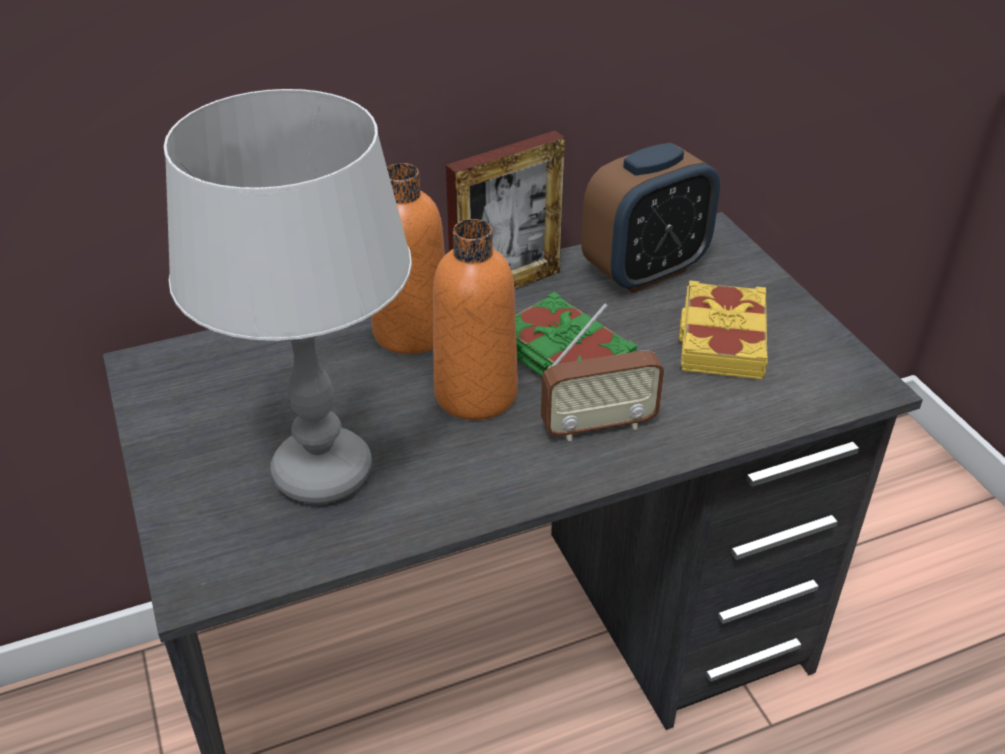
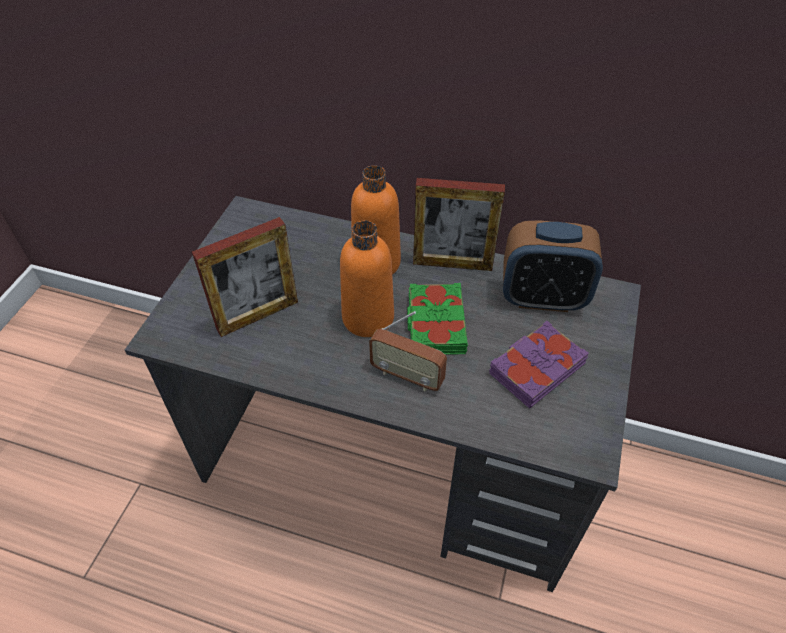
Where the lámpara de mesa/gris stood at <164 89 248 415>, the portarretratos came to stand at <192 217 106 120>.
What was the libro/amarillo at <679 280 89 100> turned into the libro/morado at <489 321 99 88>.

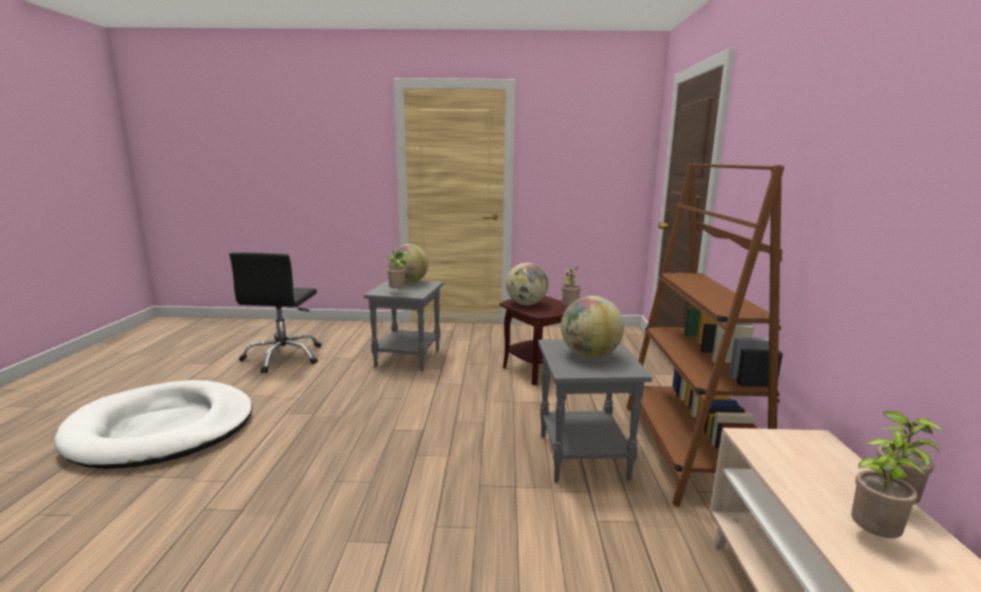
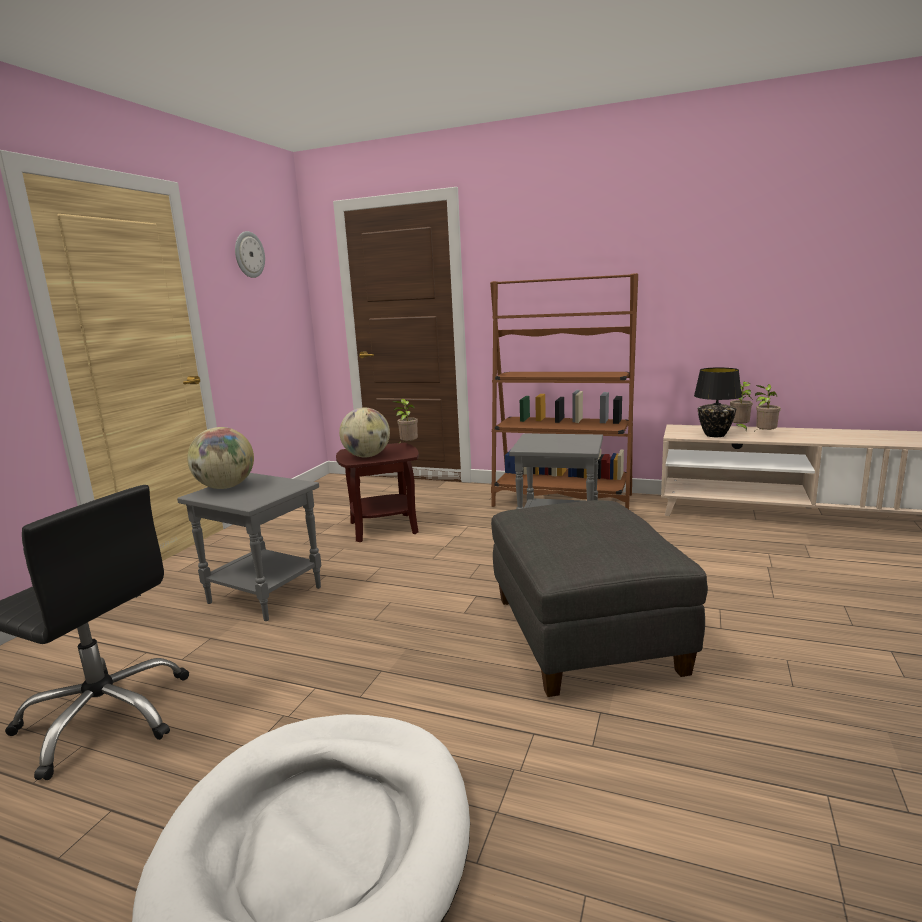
The second view lost the planta en maceta at <387 251 22 39>.
The second view lost the globo terráqueo at <561 296 63 62>.
The second view gained the reloj de pared at <235 231 30 47>.
The second view gained the puf/gris at <491 500 217 197>.
The second view gained the lámpara de mesa/negro at <694 367 48 70>.

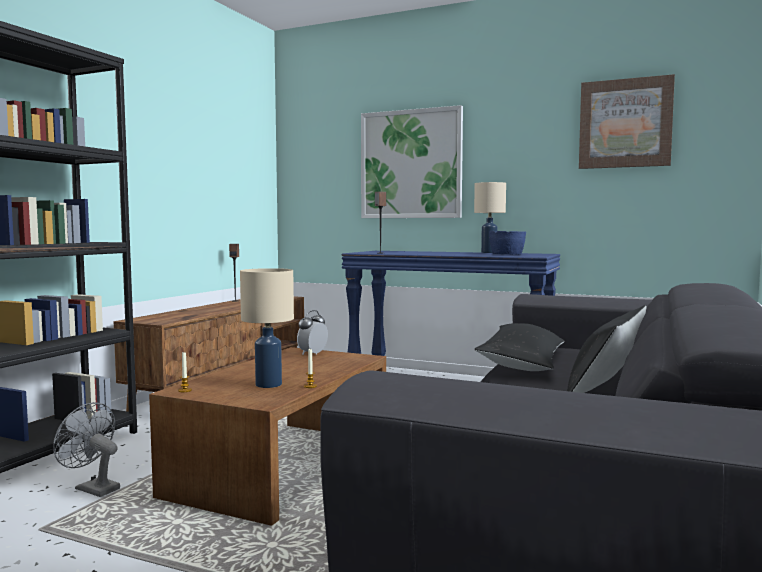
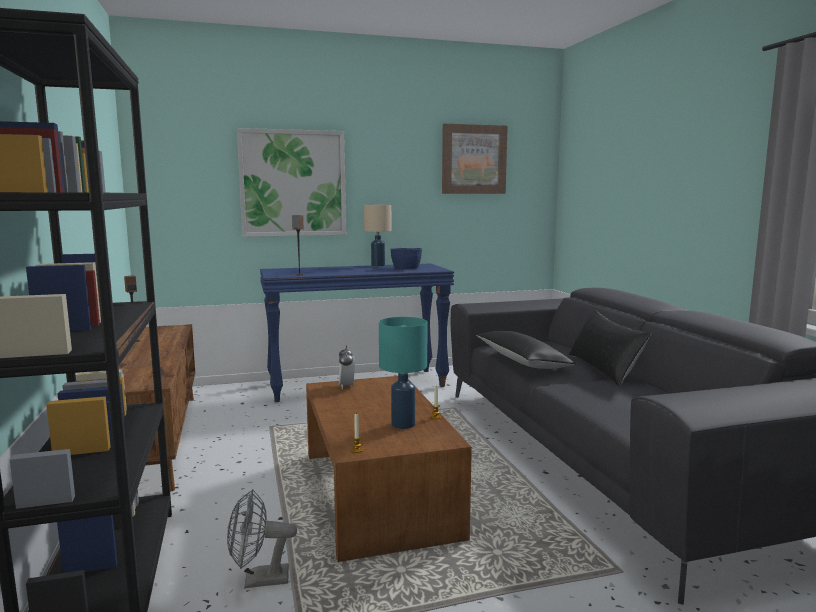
What was the lámpara de mesa/beis at <240 268 54 120> turned into the lámpara de mesa/turquesa at <379 317 48 112>.

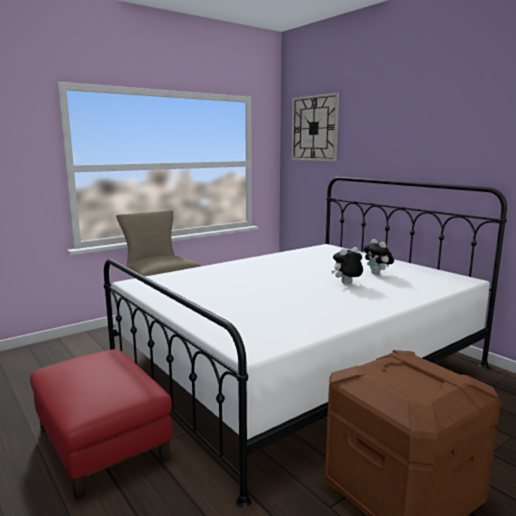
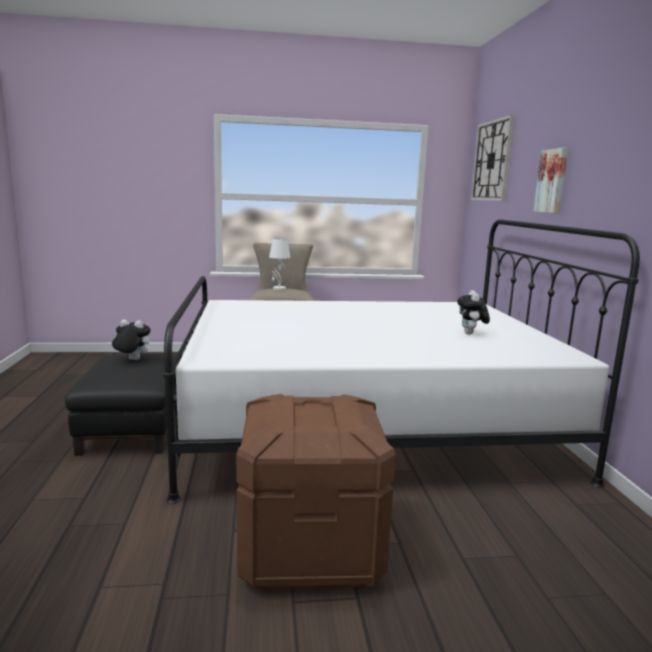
What was the puf/rojo at <30 349 142 151> turned into the puf/negro at <65 353 115 103>.
The peluche ended up elsewhere, having gone from <331 247 32 37> to <112 319 39 41>.
The second view gained the lámpara de mesa/blanco at <269 238 22 52>.
The second view gained the cuadro at <533 148 35 65>.

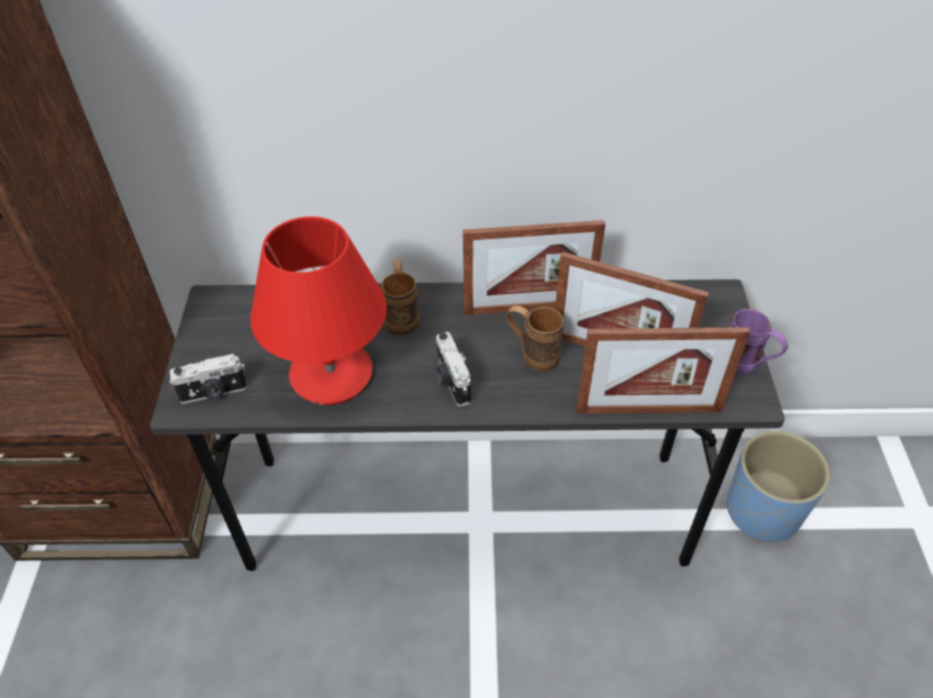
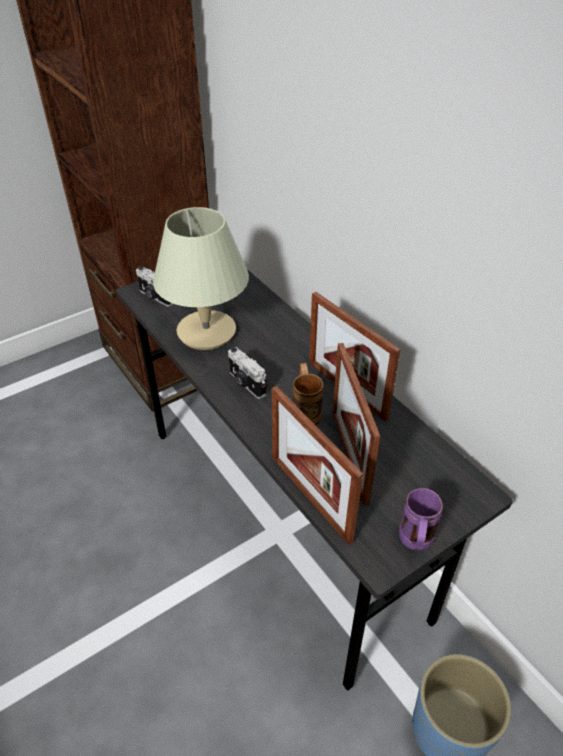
What was the lámpara de mesa/rojo at <250 216 137 189> turned into the lámpara de mesa/beis at <153 207 96 143>.
The second view lost the taza grande/marrón at <381 260 38 75>.
The cámara at <436 332 35 75> ended up facing another way, 75 degrees counterclockwise from before.

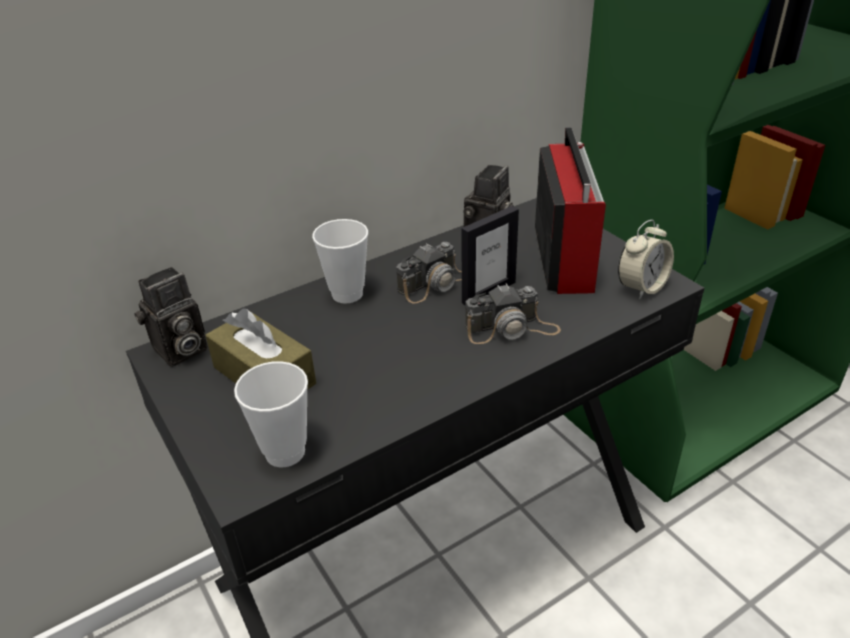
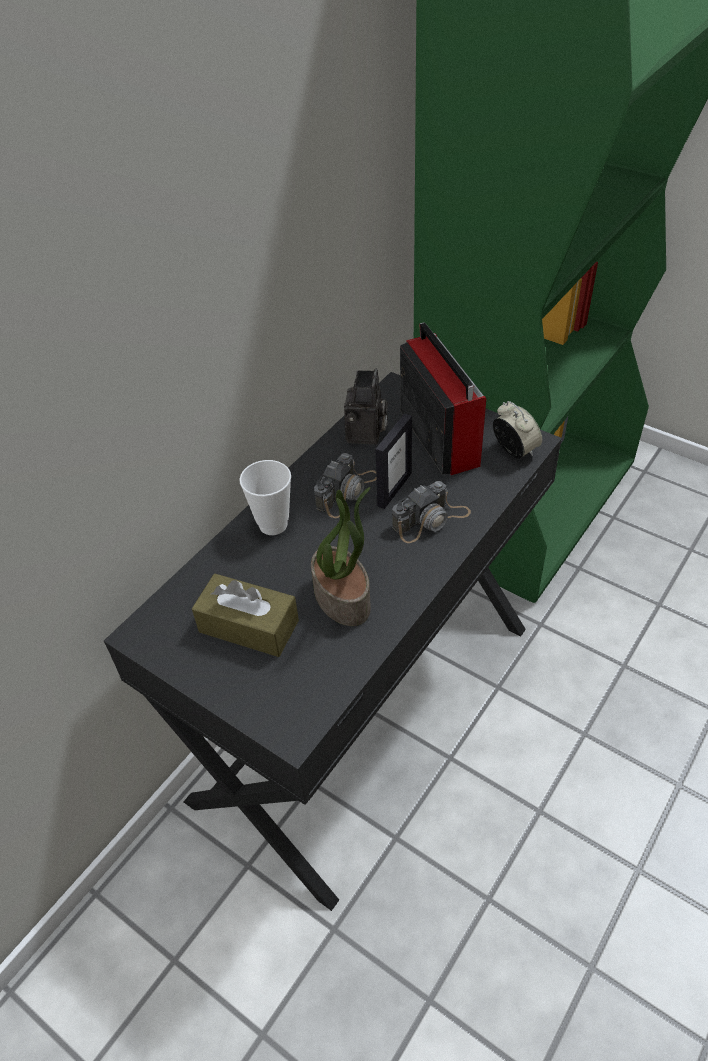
The second view lost the cámara at <134 267 74 100>.
The second view lost the taza at <234 361 74 106>.
The despertador at <618 220 56 80> ended up facing another way, 60 degrees counterclockwise from before.
The second view gained the planta en maceta at <311 487 60 139>.

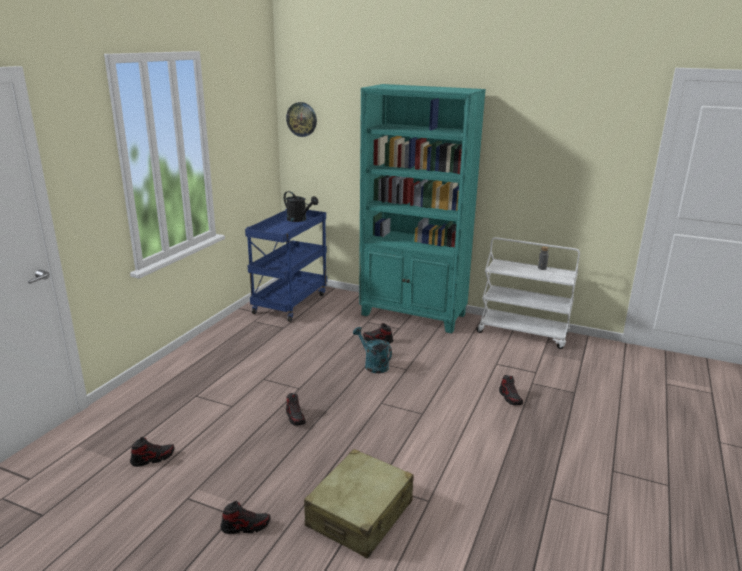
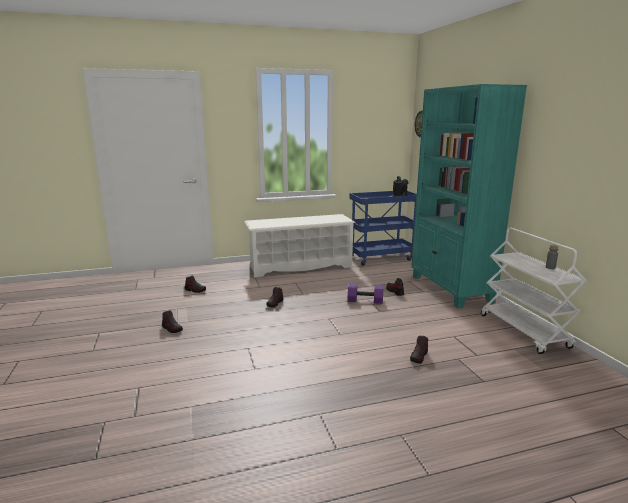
The second view lost the maleta/beis at <304 449 110 109>.
Where the regadera/turquesa stood at <353 327 39 46>, the mancuerna/morado came to stand at <348 284 35 20>.
The second view gained the zapatero/blanco at <245 214 111 64>.

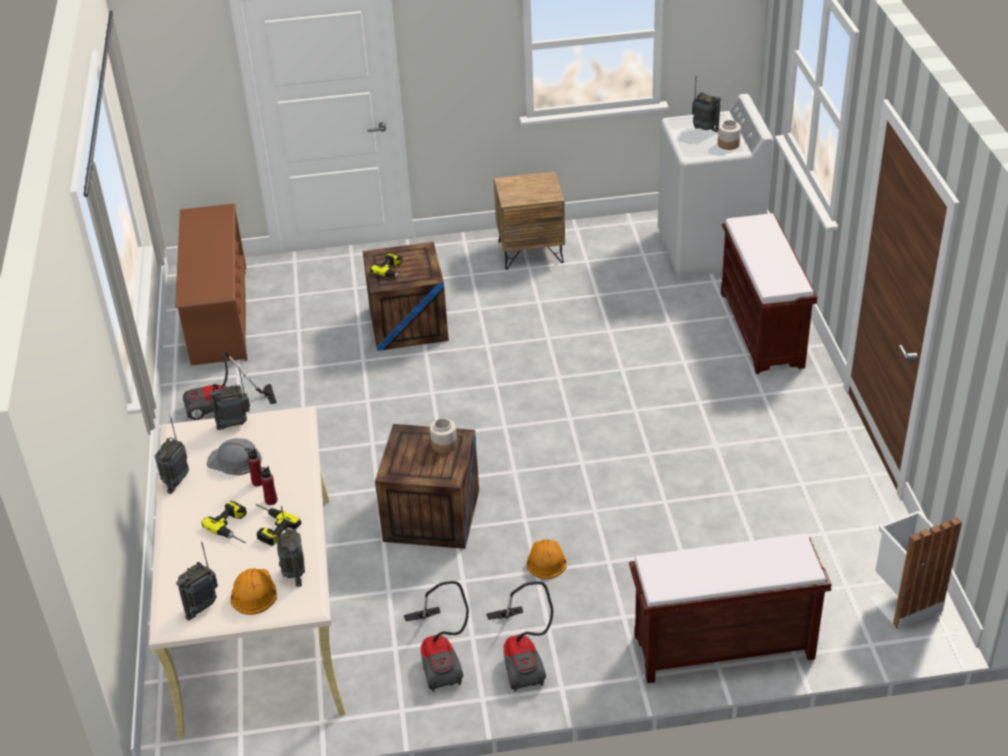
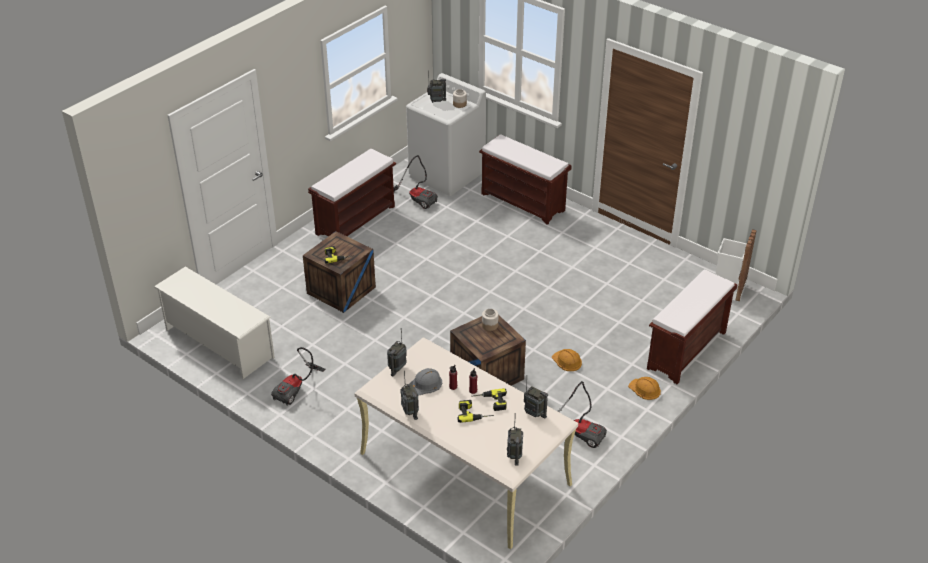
What was the zapatero/marrón at <175 204 73 162> turned into the zapatero/blanco at <154 267 121 112>.
The casco/naranja ended up elsewhere, having gone from <231 568 46 47> to <628 377 33 23>.
The aspiradora ended up elsewhere, having gone from <486 581 67 110> to <394 155 44 54>.
Where the mesita de noche/marrón stood at <494 171 71 99>, the banco/marrón came to stand at <308 149 88 88>.

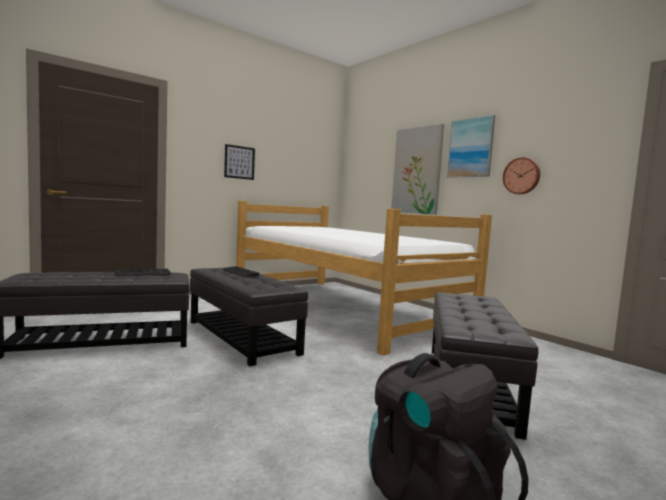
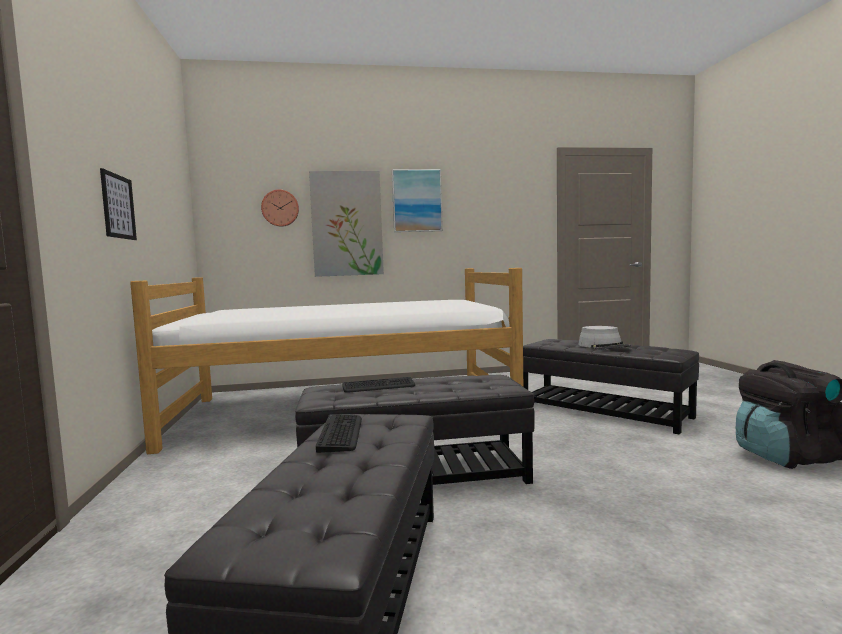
The reloj de pared ended up elsewhere, having gone from <503 157 37 37> to <261 189 38 38>.
The second view gained the sombrero/gris at <578 326 53 24>.

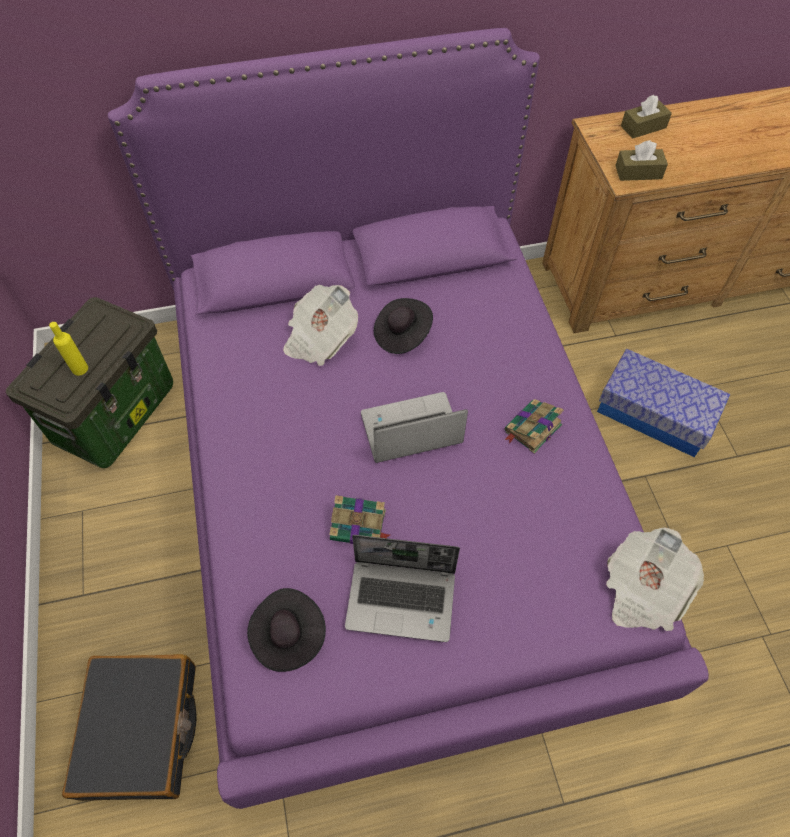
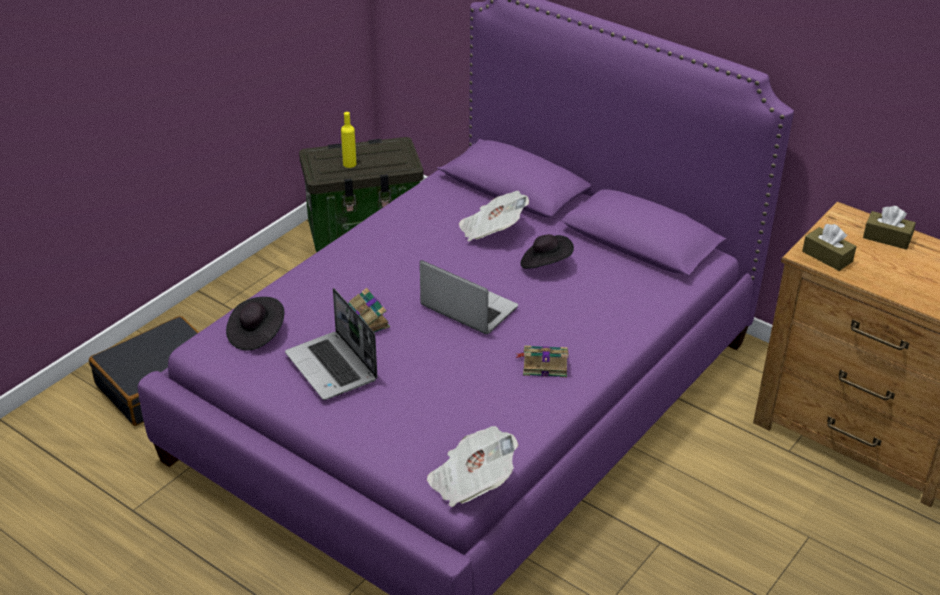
The second view lost the caja de almacenaje at <597 349 133 108>.

